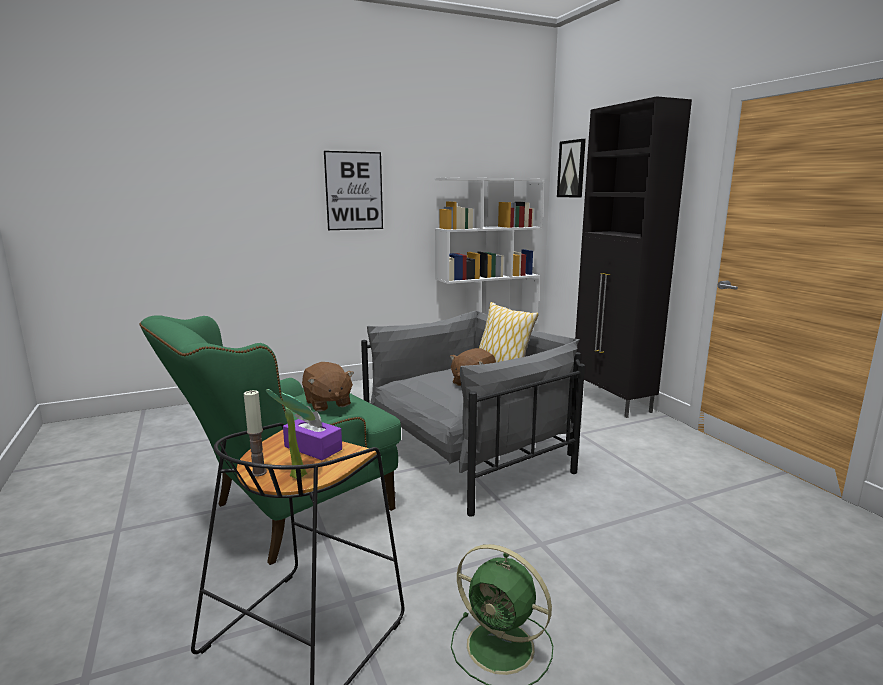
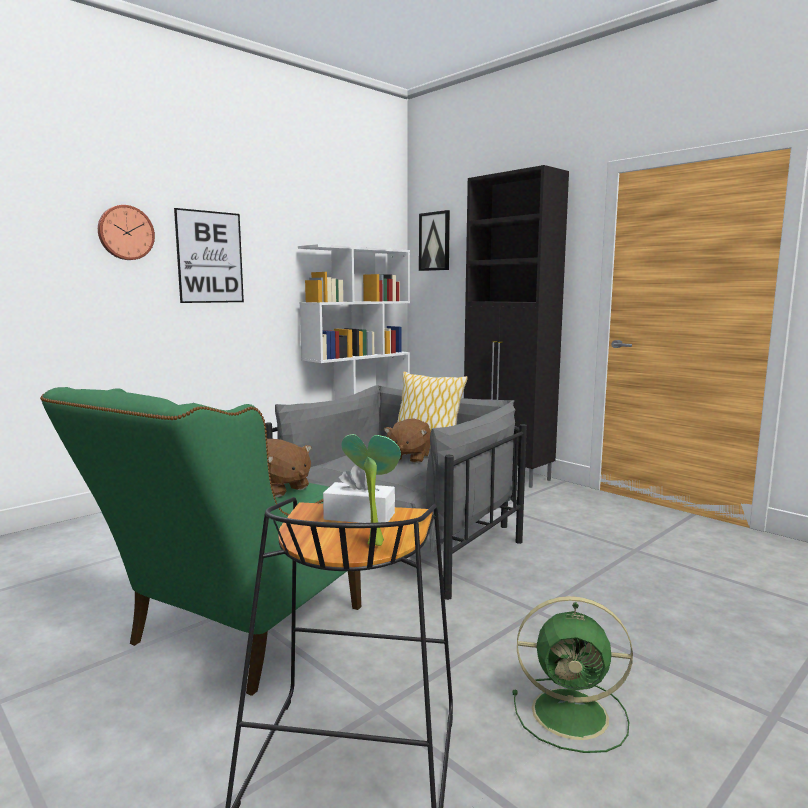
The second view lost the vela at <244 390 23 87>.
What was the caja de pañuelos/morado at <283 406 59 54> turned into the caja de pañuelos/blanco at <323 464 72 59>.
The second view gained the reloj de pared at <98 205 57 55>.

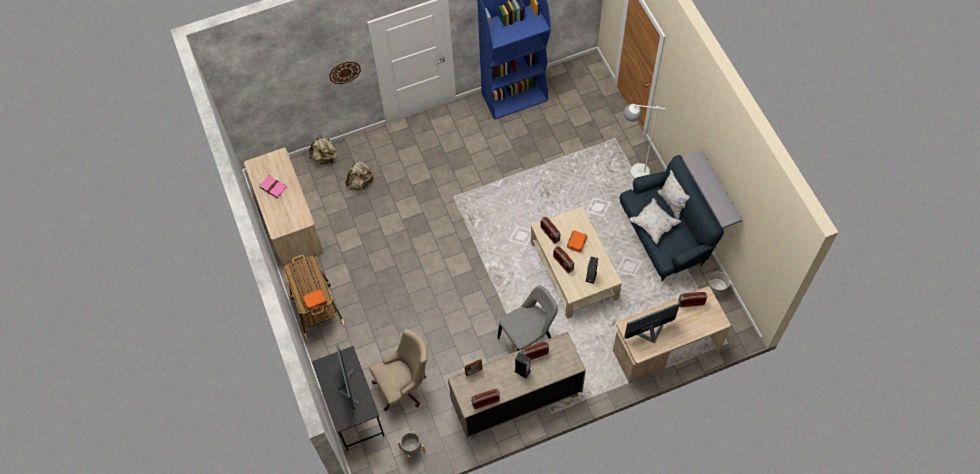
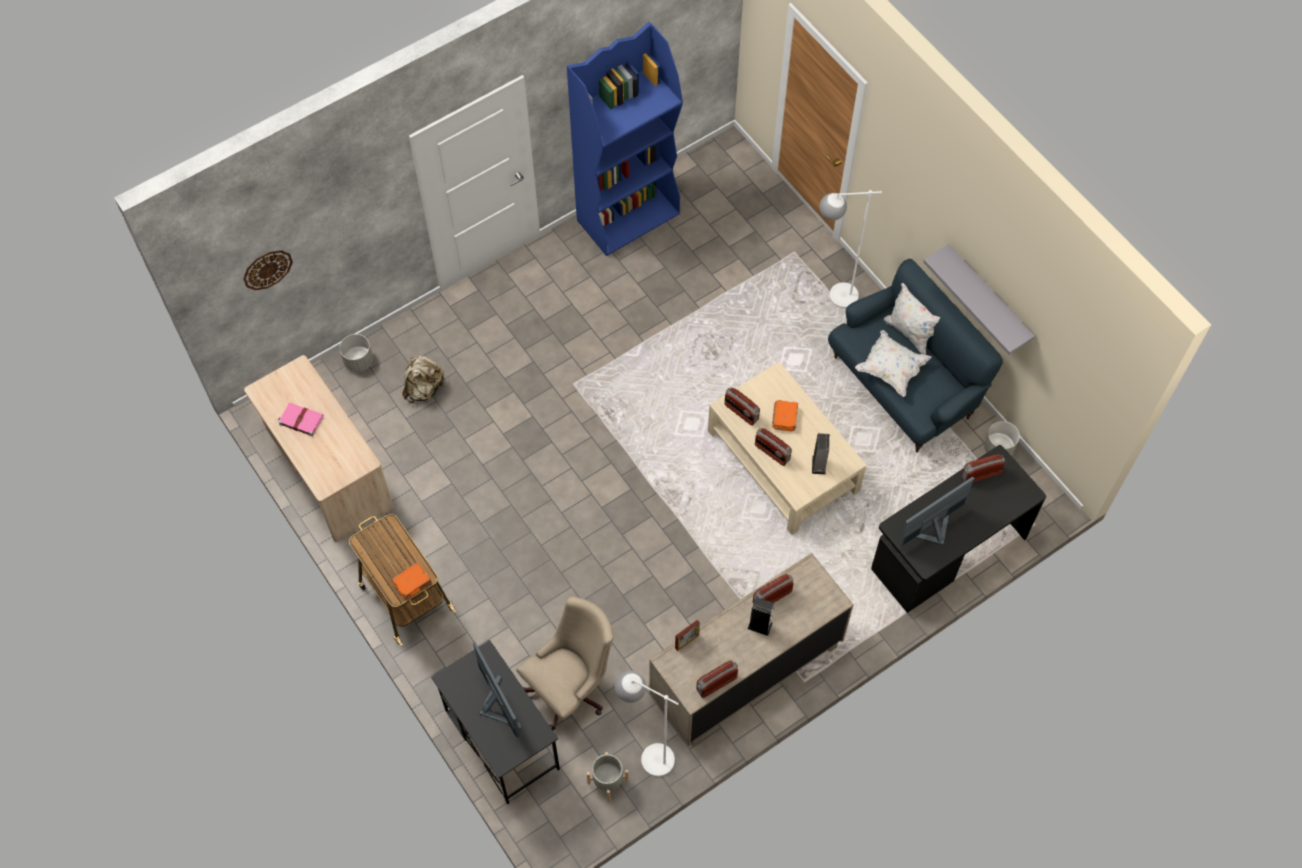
Where the mochila/beis stood at <309 135 28 29>, the maceta/gris came to stand at <339 334 34 38>.
The reloj de pared ended up elsewhere, having gone from <329 62 32 22> to <243 250 50 40>.
The second view lost the silla/gris at <498 285 60 66>.
What was the escritorio/beis at <613 286 118 97> turned into the escritorio/negro at <871 445 175 168>.
The second view gained the lámpara de pie/blanco at <614 671 65 106>.

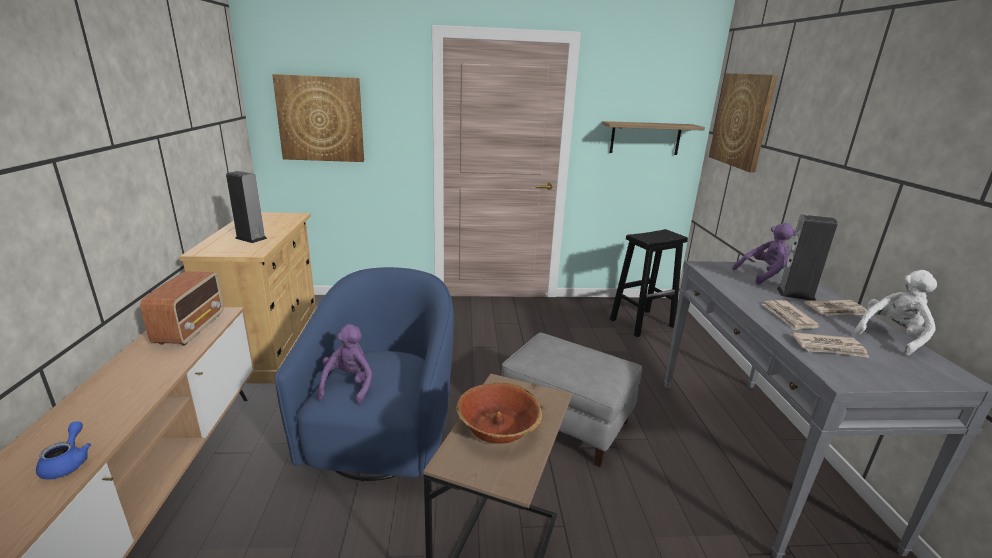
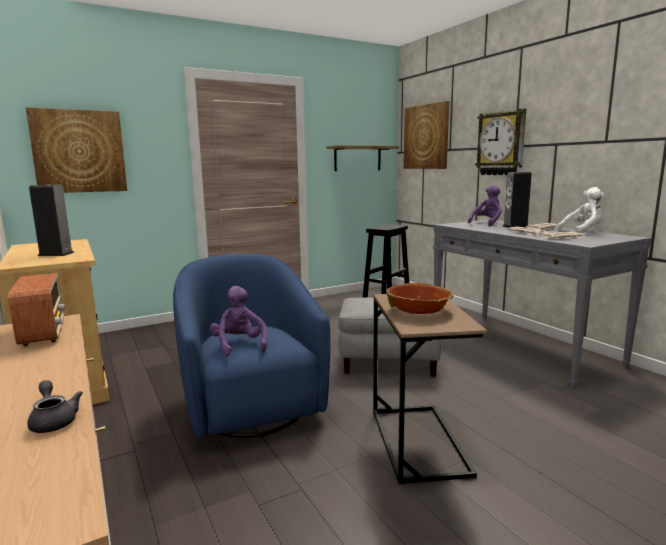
What was the tetera/azul at <36 421 55 59> turned into the tetera/gris at <27 380 56 53>.
The peluche/blanco at <855 270 82 86> ended up facing another way, 45 degrees clockwise from before.
The second view gained the reloj de pared at <475 108 51 67>.

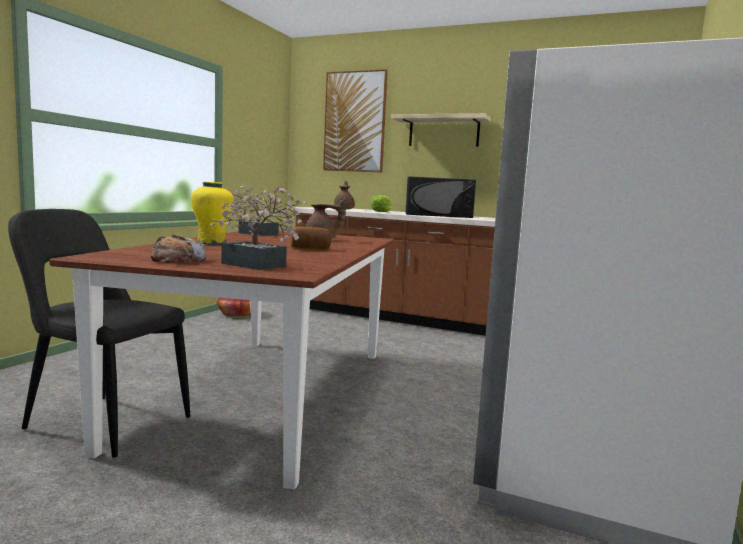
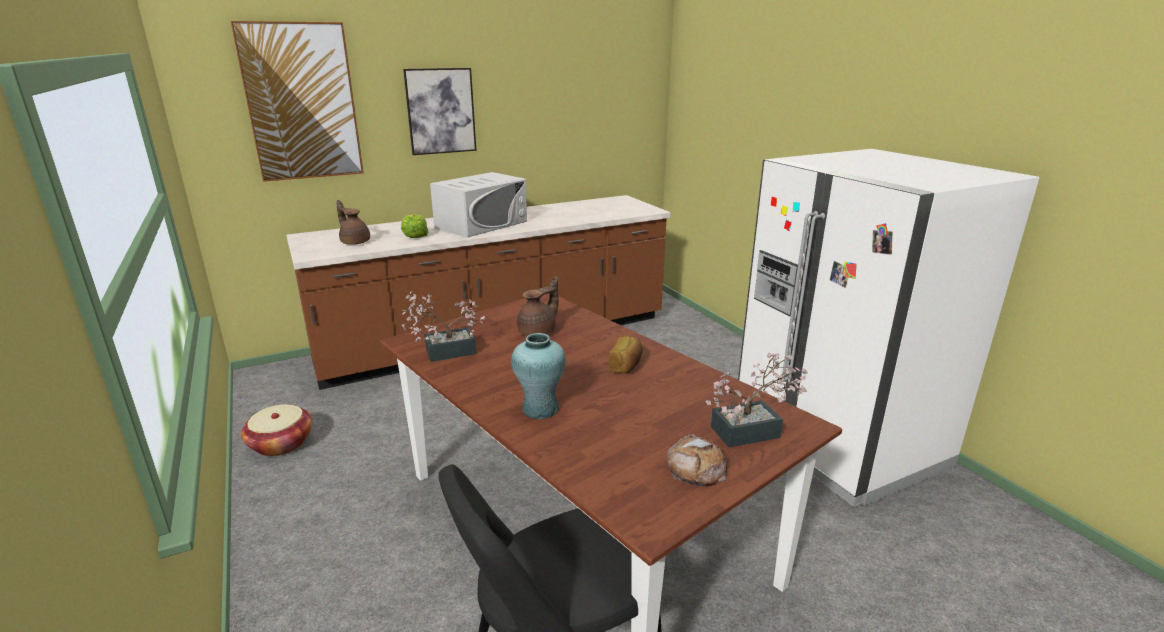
What was the florero/amarillo at <191 182 43 63> turned into the florero/turquesa at <511 333 55 86>.
Where the estante hung at <391 113 100 34>, the cuadro came to hang at <403 68 73 87>.
What was the microondas/negro at <405 176 71 42> turned into the microondas/blanco at <430 172 97 66>.

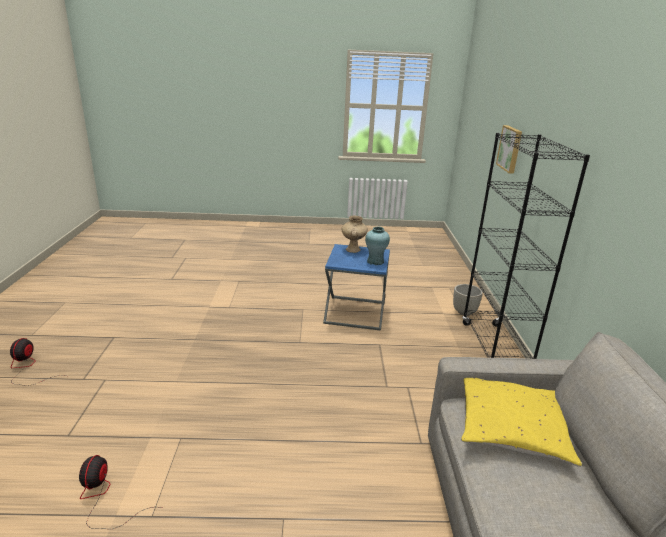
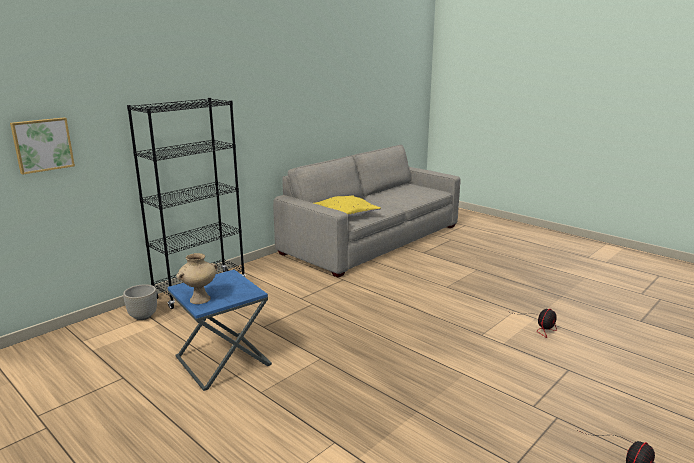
The second view lost the florero/turquesa at <365 227 25 38>.

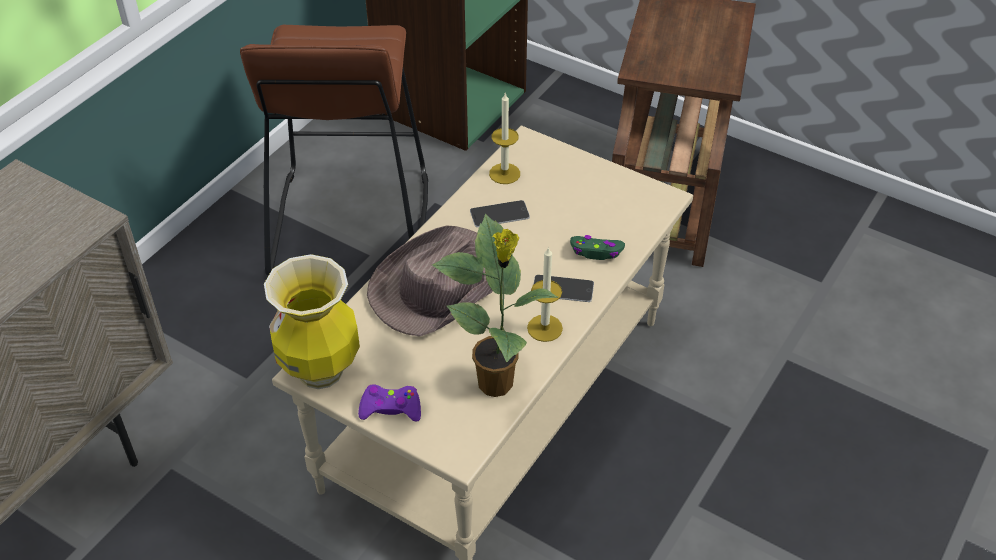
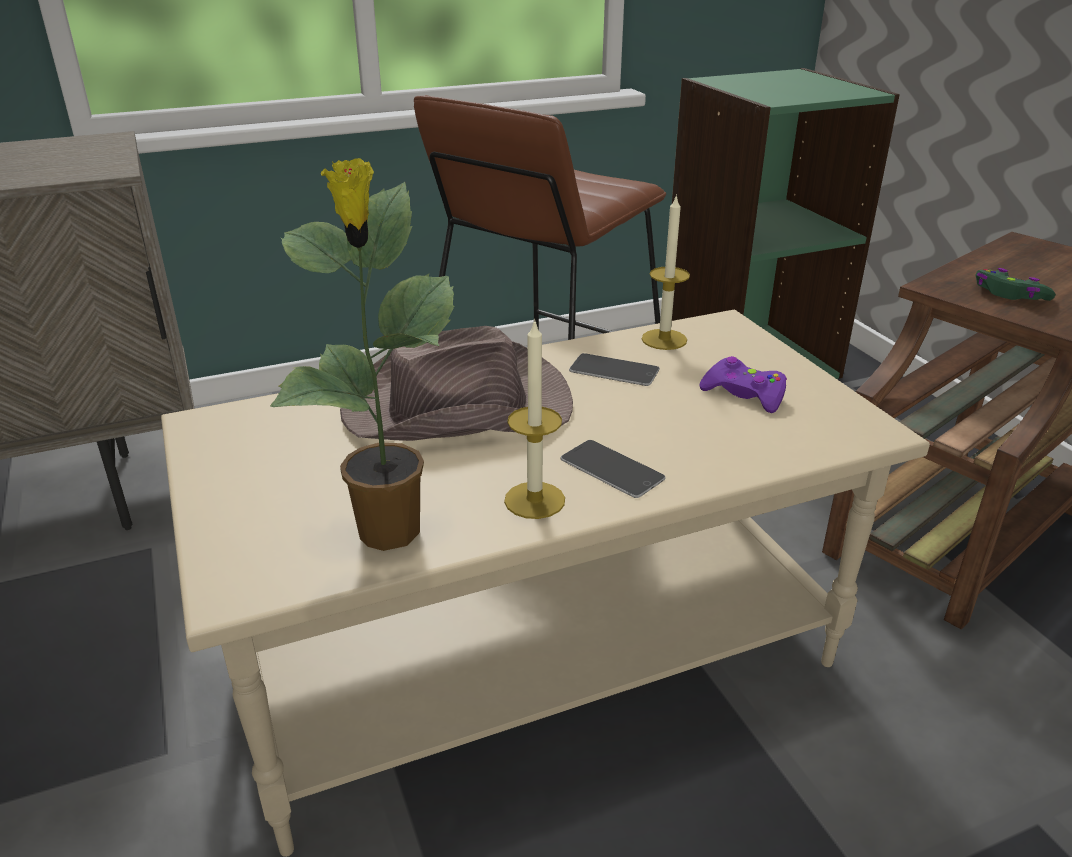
The second view lost the florero at <264 254 96 135>.
The mando de consola/morado ended up elsewhere, having gone from <358 384 63 38> to <700 356 87 57>.
The mando de consola/verde ended up elsewhere, having gone from <570 235 55 25> to <975 268 81 33>.

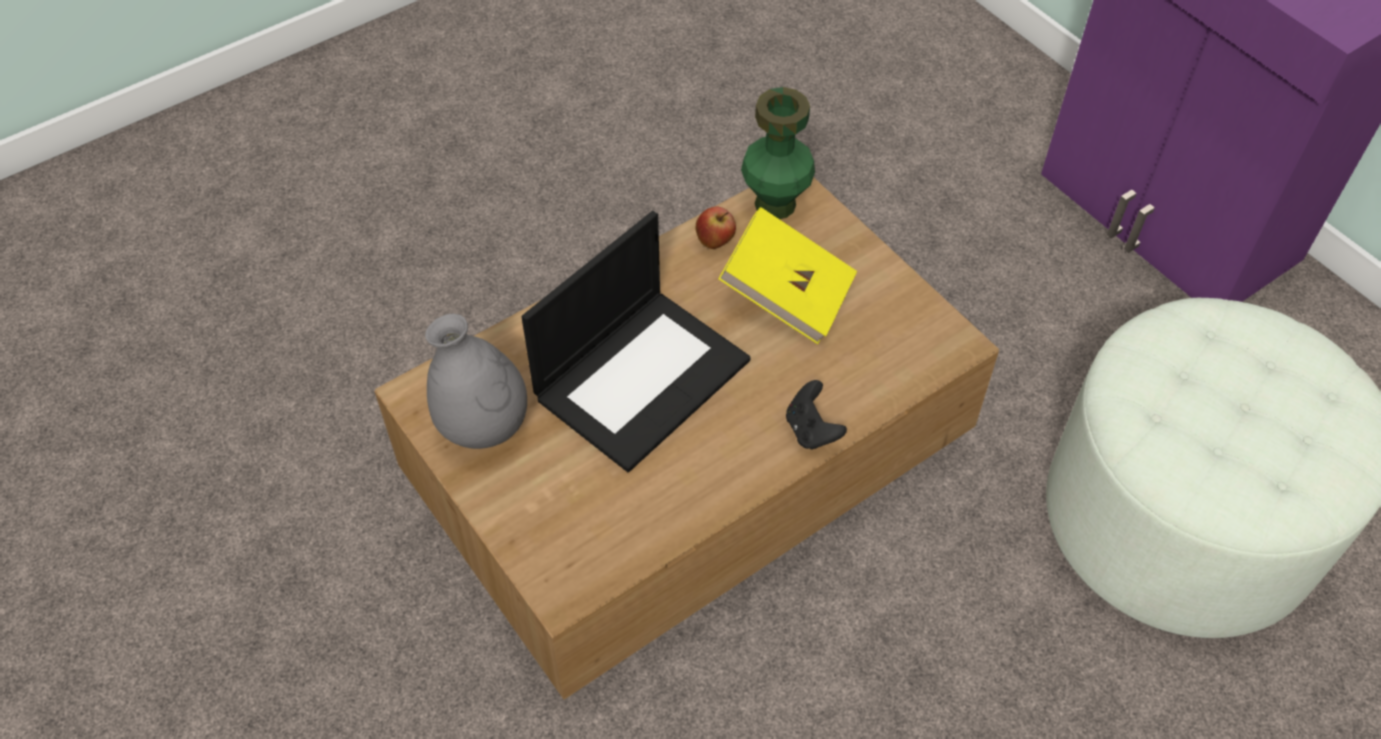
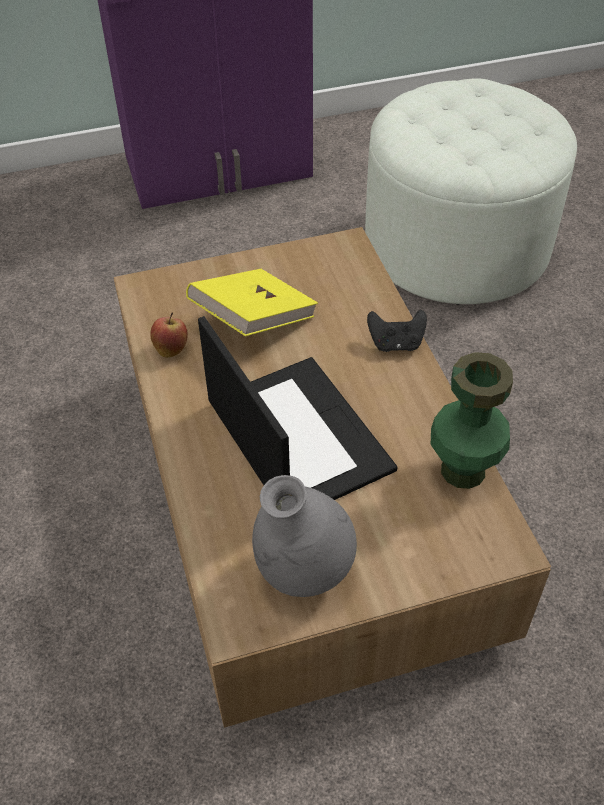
The florero/verde ended up elsewhere, having gone from <741 87 74 132> to <431 352 82 137>.

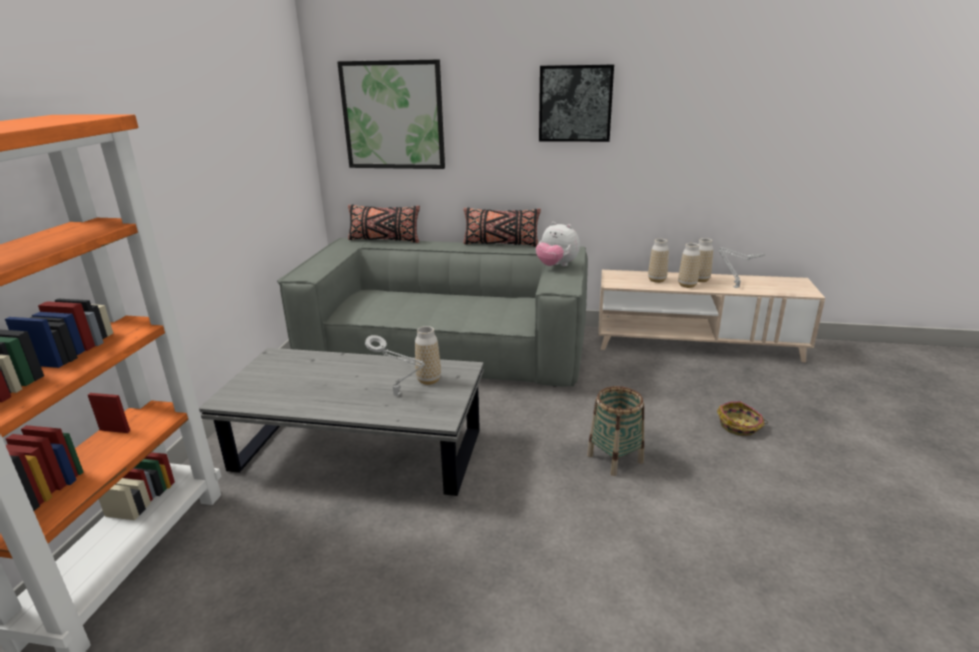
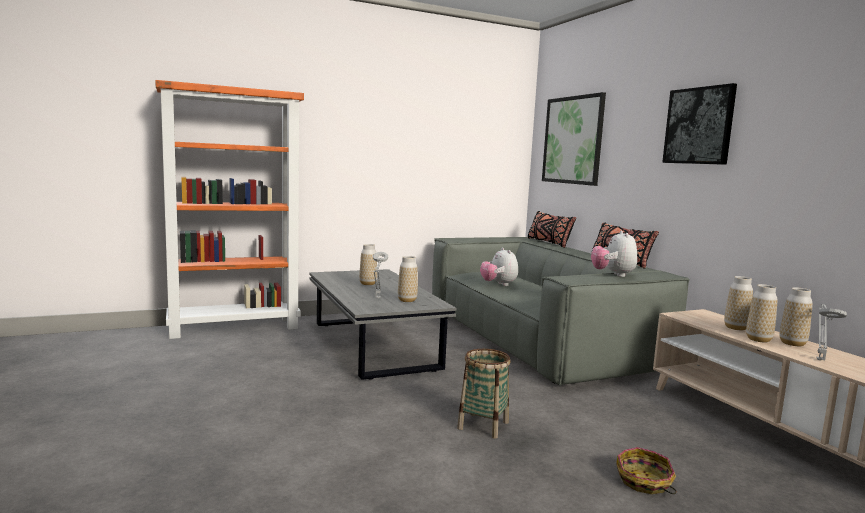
The second view gained the florero at <359 244 18 41>.
The second view gained the peluche at <480 248 38 38>.

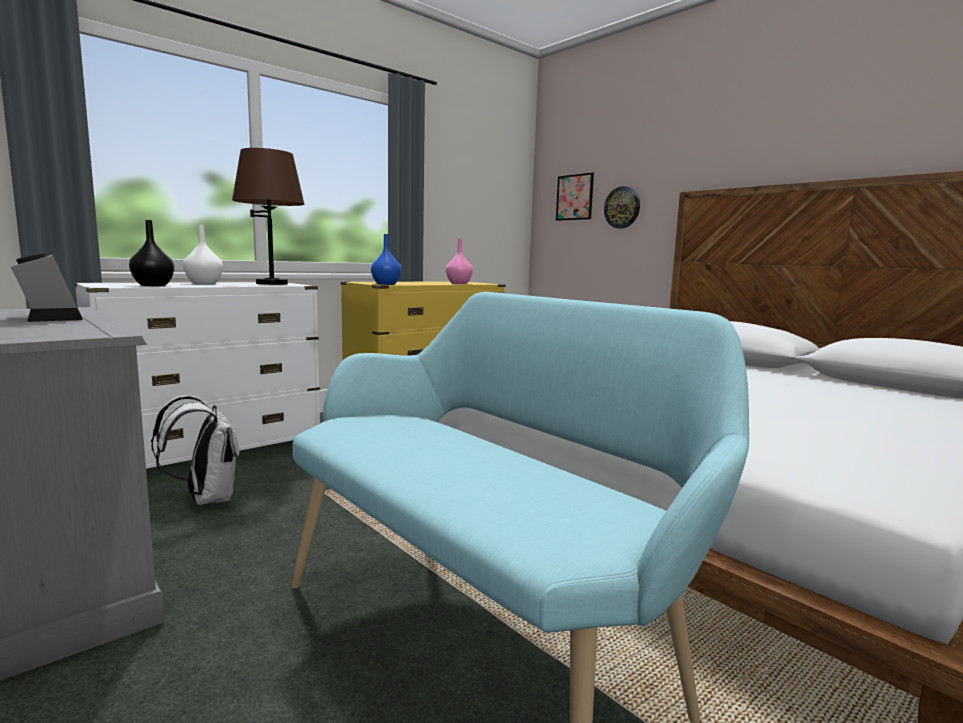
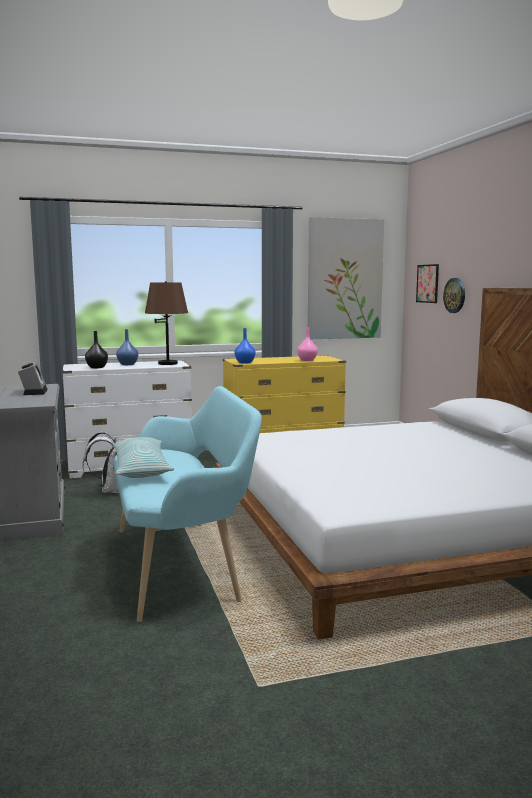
What was the florero/blanco at <183 224 40 60> turned into the florero/azul at <116 329 22 36>.
The second view gained the cojín at <112 437 62 41>.
The second view gained the cuadro at <308 217 76 122>.

